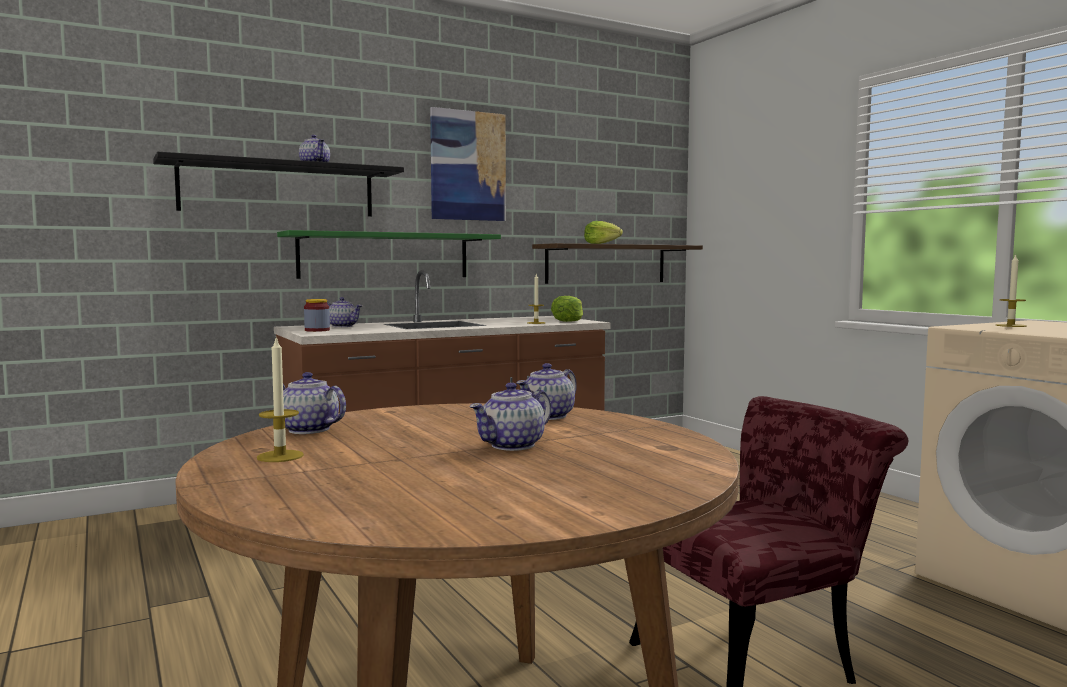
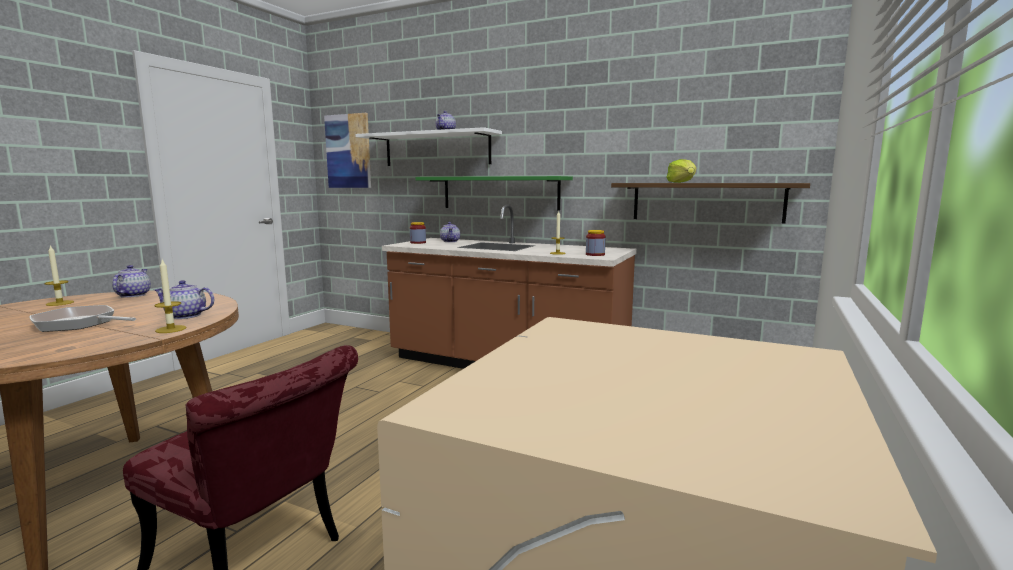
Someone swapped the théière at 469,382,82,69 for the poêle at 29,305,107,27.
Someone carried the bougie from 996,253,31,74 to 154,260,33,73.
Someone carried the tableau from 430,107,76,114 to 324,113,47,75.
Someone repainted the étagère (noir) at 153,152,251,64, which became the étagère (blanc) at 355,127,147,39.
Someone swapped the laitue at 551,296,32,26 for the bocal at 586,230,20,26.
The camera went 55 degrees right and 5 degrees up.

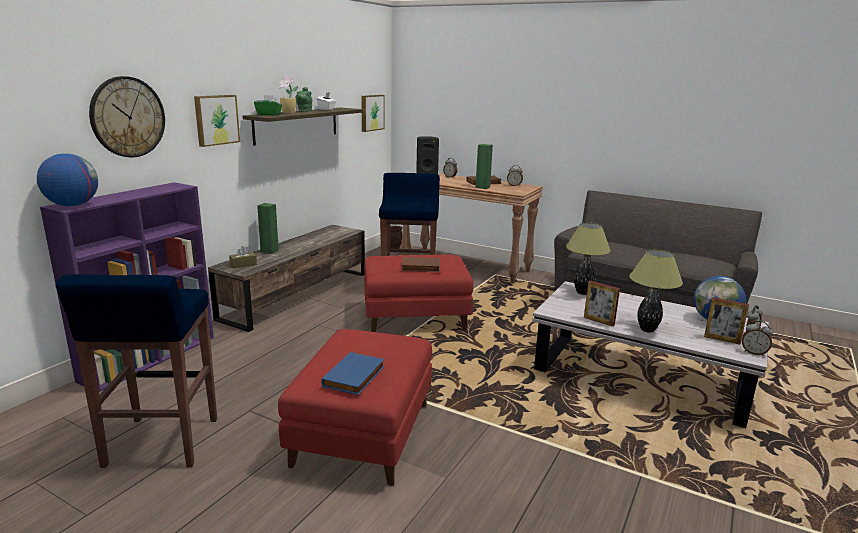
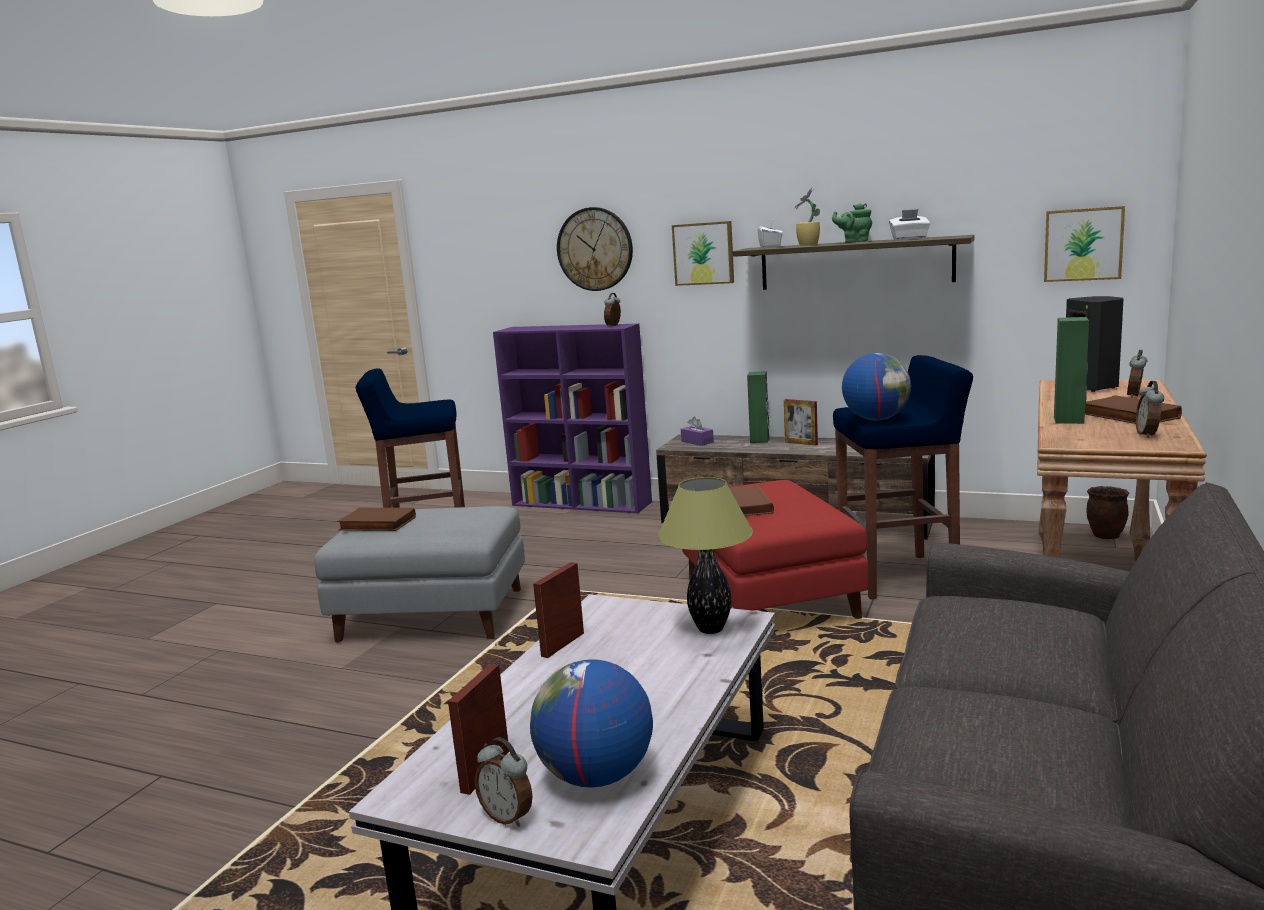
Someone repainted the pouf (rouge) at 278,329,154,157, which became the pouf (gris) at 314,506,211,137.
Someone repainted the livre (bleu) at 321,352,63,43, which became the livre (marron) at 337,508,79,23.
Someone carried the réveil from 742,320,31,36 to 604,293,17,34.
Someone repainted the boîte à mouchoirs (marron) at 229,246,28,22, which became the boîte à mouchoirs (violet) at 681,417,33,29.
Someone repainted the boîte à mouchoirs (vert) at 254,95,28,20, which became the boîte à mouchoirs (blanc) at 757,220,26,28.
Someone put down the cadre photo at 784,399,34,47.
Someone carried the globe from 37,153,61,53 to 842,353,69,67.
Someone took away the lampe de table at 629,249,54,84.
The camera went 85 degrees right and 5 degrees down.

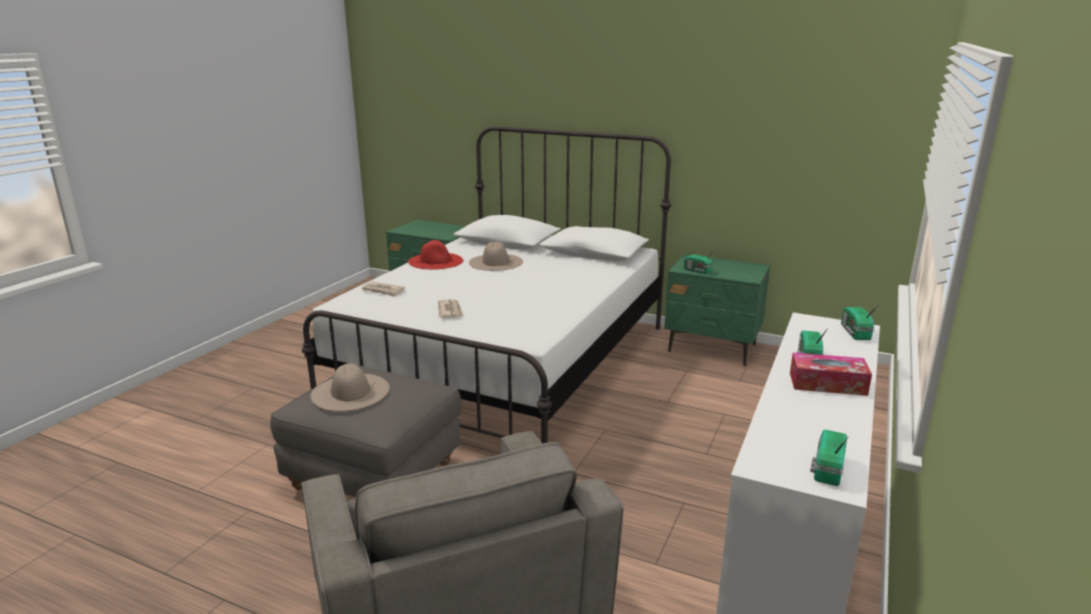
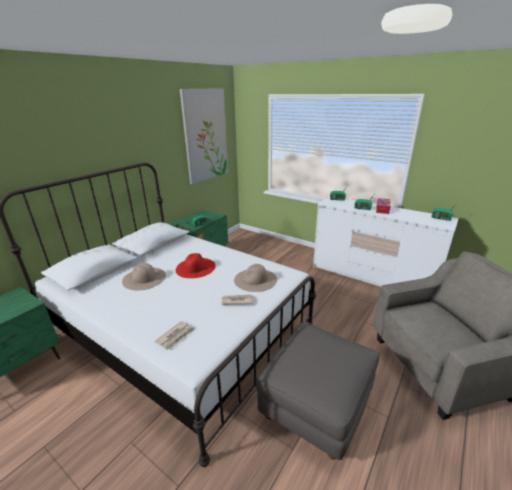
Someone carried the chapeau (rouge) from 408,240,55,30 to 175,253,41,25.
Someone put up the tableau at 180,88,48,96.
Someone carried the chapeau (beige) from 311,363,78,48 to 234,264,43,28.
The camera went 80 degrees left and 5 degrees up.

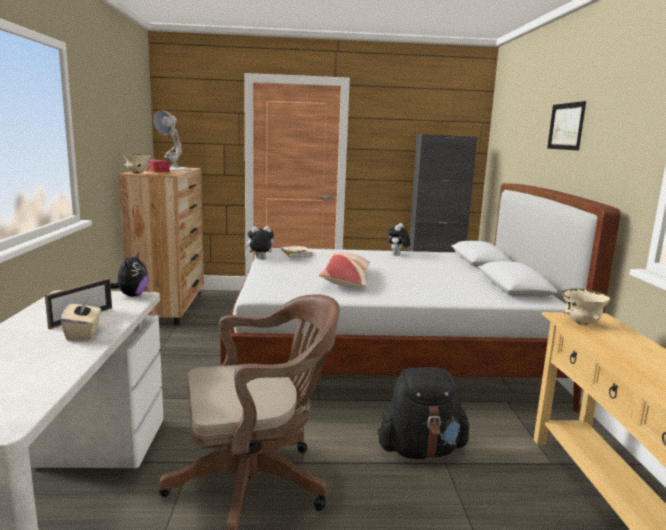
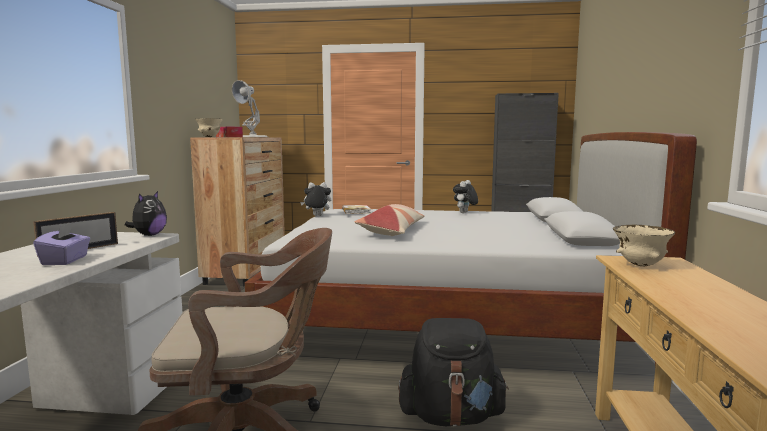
Someone repainted the boîte à mouchoirs (beige) at 61,298,40,42, which became the boîte à mouchoirs (violet) at 33,222,57,43.
Someone took away the tableau at 547,101,39,49.
The camera went 10 degrees right and 5 degrees down.

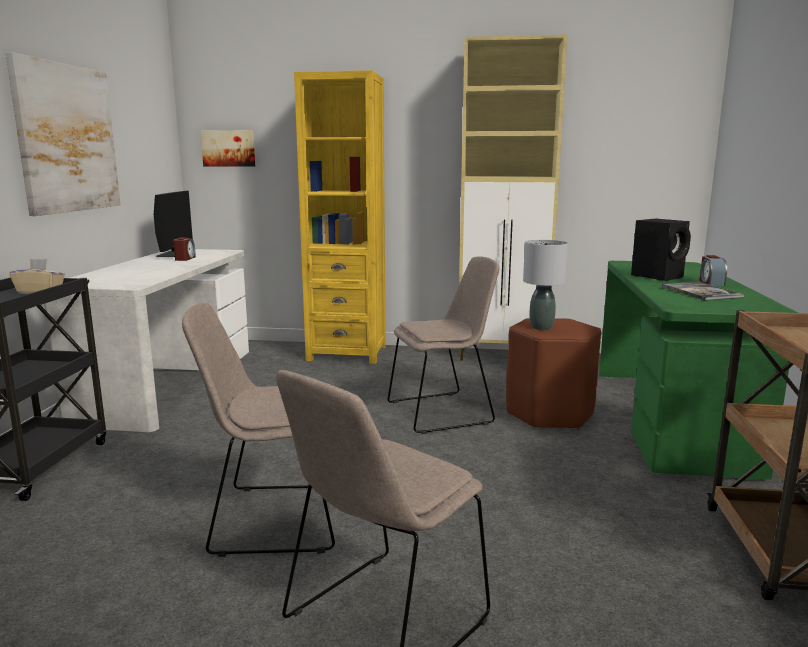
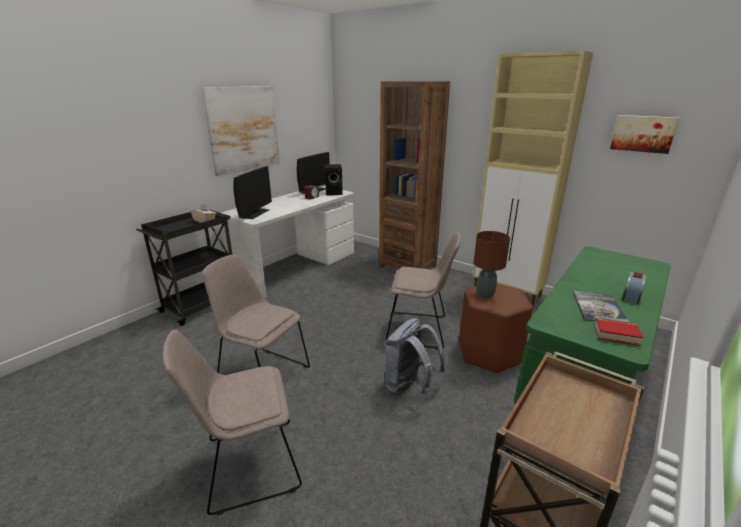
Someone put down the écran d'ordinateur at 234,166,38,53.
Someone carried the enceinte (noir) from 631,218,60,63 to 325,164,18,31.
Someone repainted the bibliothèque (jaune) at 294,70,92,294, which became the bibliothèque (marron) at 379,81,71,188.
Someone put down the sac à dos (gris) at 385,318,60,77.
Someone repainted the lampe de table (gris) at 523,240,45,90, which became the lampe de table (marron) at 474,231,36,68.
Someone put down the livre at 594,318,50,28.
Someone carried the tableau from 201,130,54,37 to 610,115,69,39.
The camera went 30 degrees right and 10 degrees up.

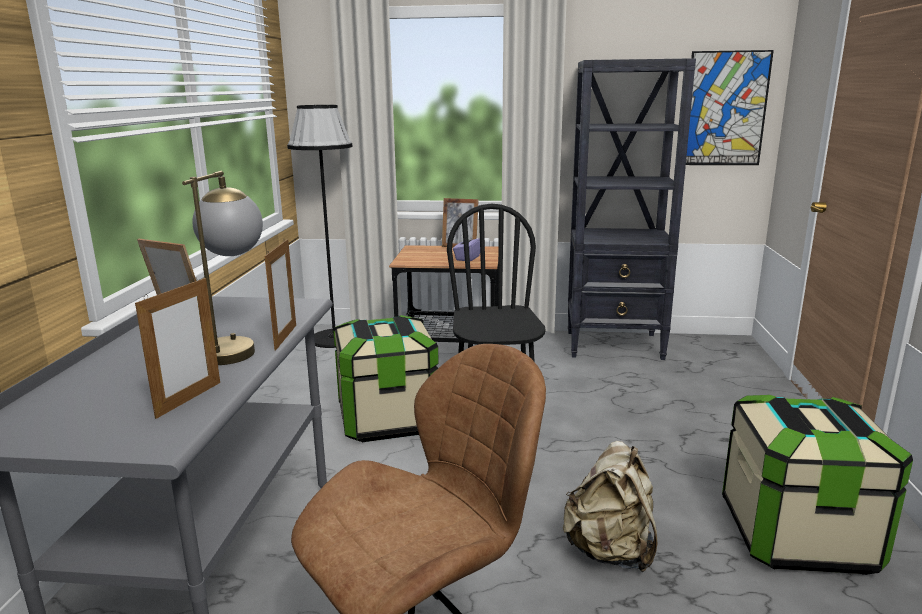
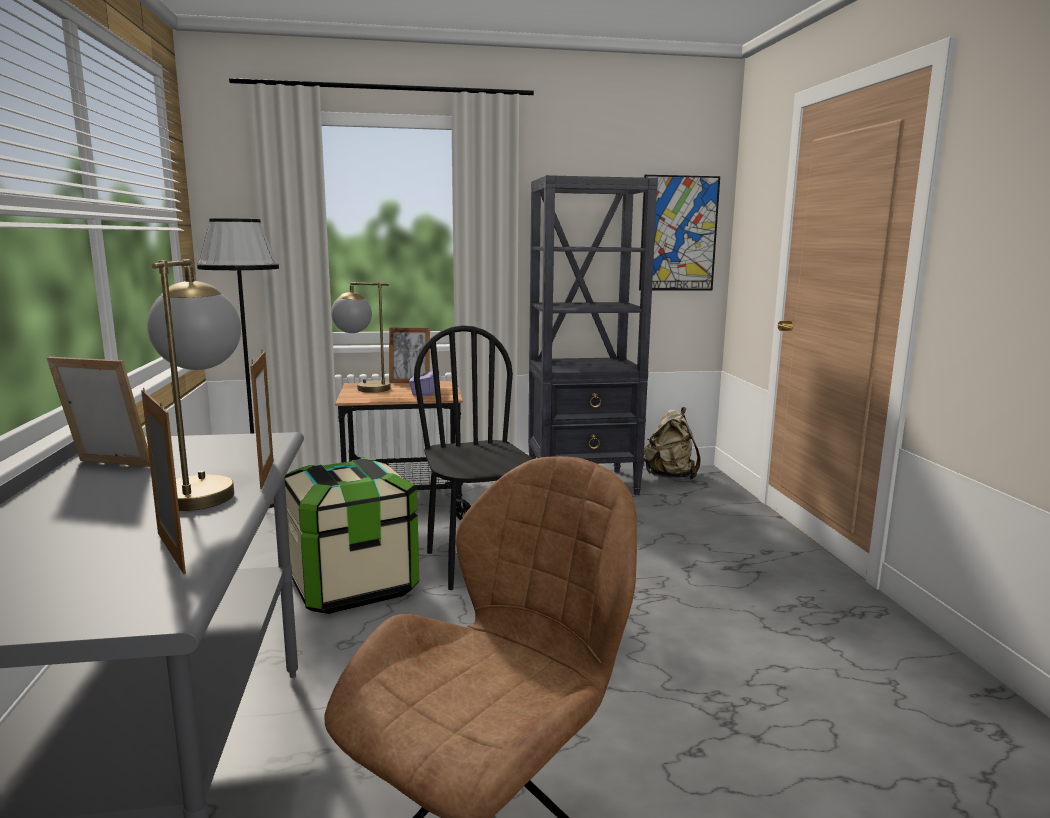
Someone rotated the cadre photo at 135,277,85,142 by 45 degrees counterclockwise.
Someone put down the lampe de table at 331,282,60,111.
Someone carried the sac à dos (beige) from 562,441,95,131 to 643,407,58,73.
Someone took away the boîte de rangement at 722,395,191,180.
The camera went 15 degrees left and 5 degrees down.

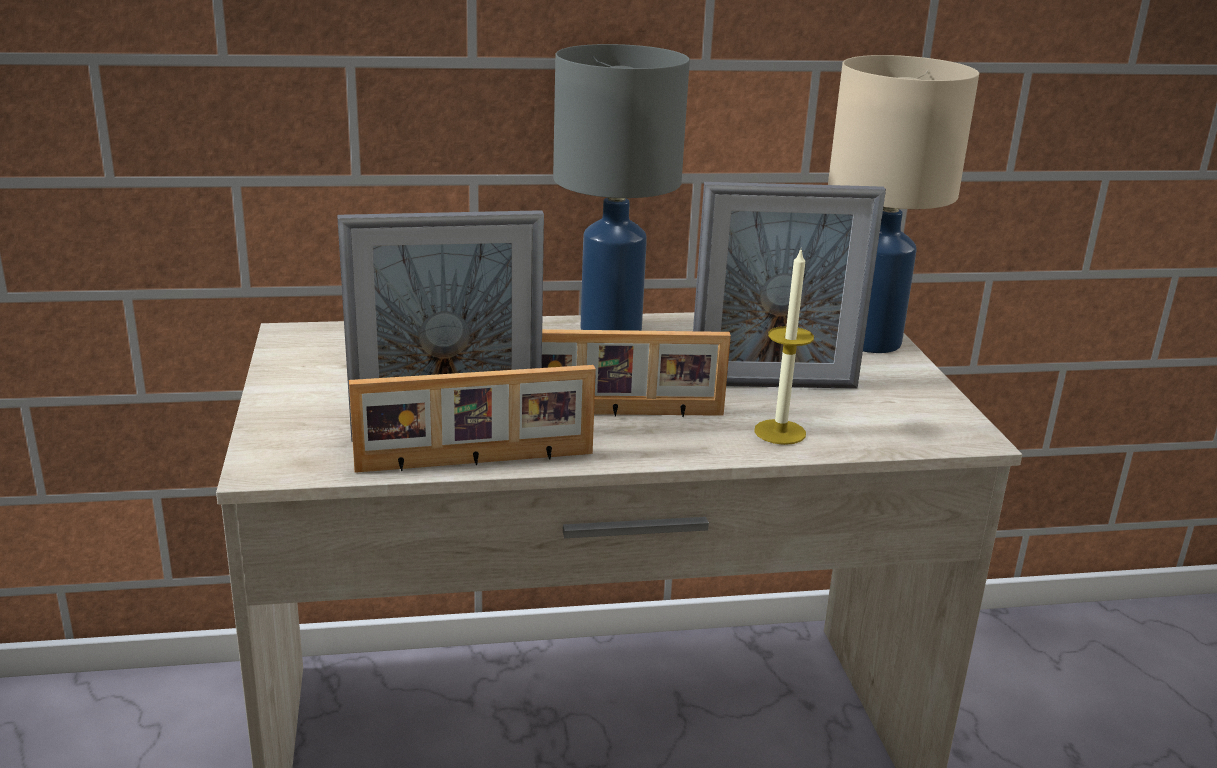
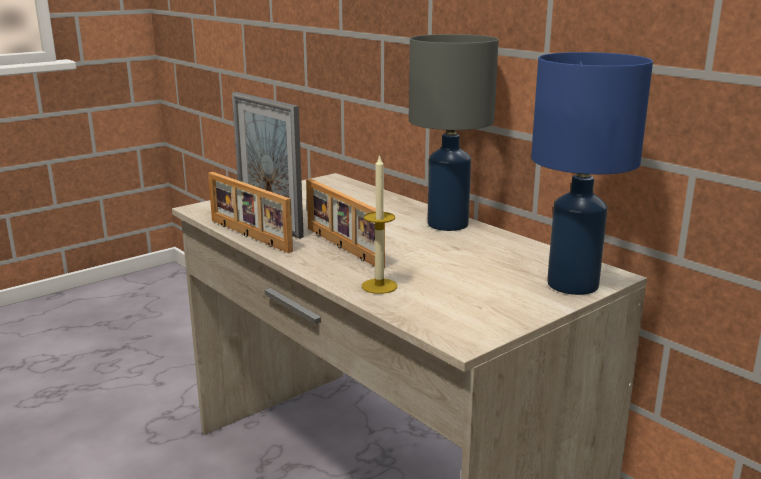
Someone repainted the lampe de table (beige) at 828,55,151,298, which became the lampe de table (bleu) at 531,52,122,243.
Someone took away the cadre photo at 693,182,193,207.
The camera went 60 degrees right and 5 degrees down.

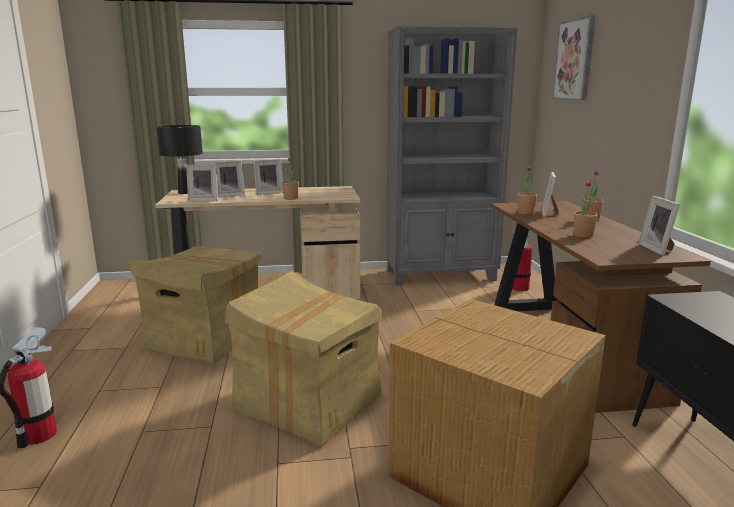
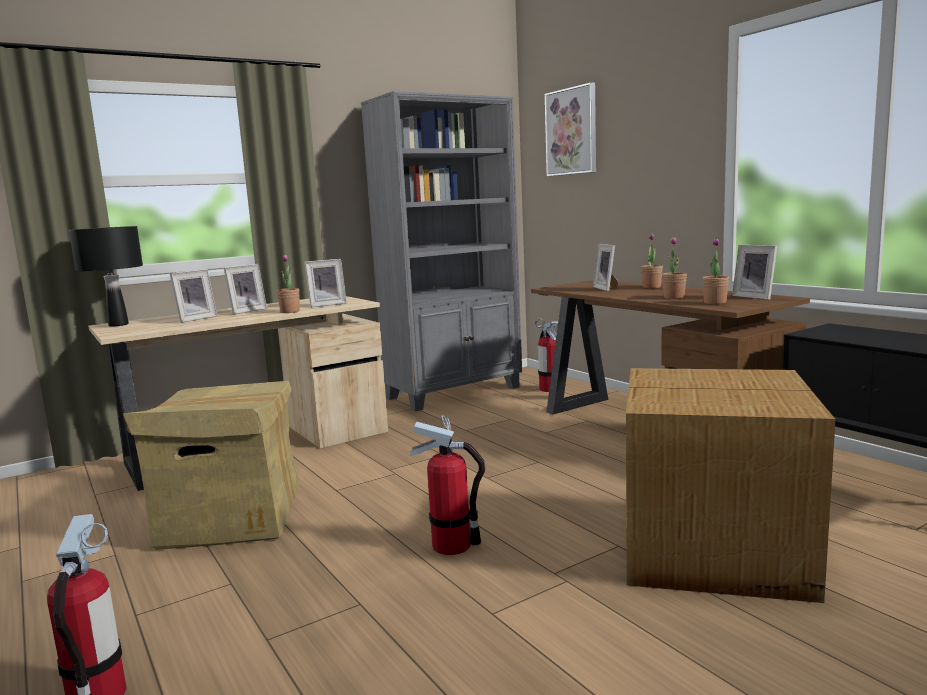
Someone carried the cadre photo from 186,165,32,36 to 304,259,43,48.
Someone swapped the carton at 225,271,158,175 for the extincteur at 410,415,75,140.
Someone carried the plante en pot from 517,166,20,48 to 702,238,27,66.
The camera went 25 degrees left and 5 degrees down.

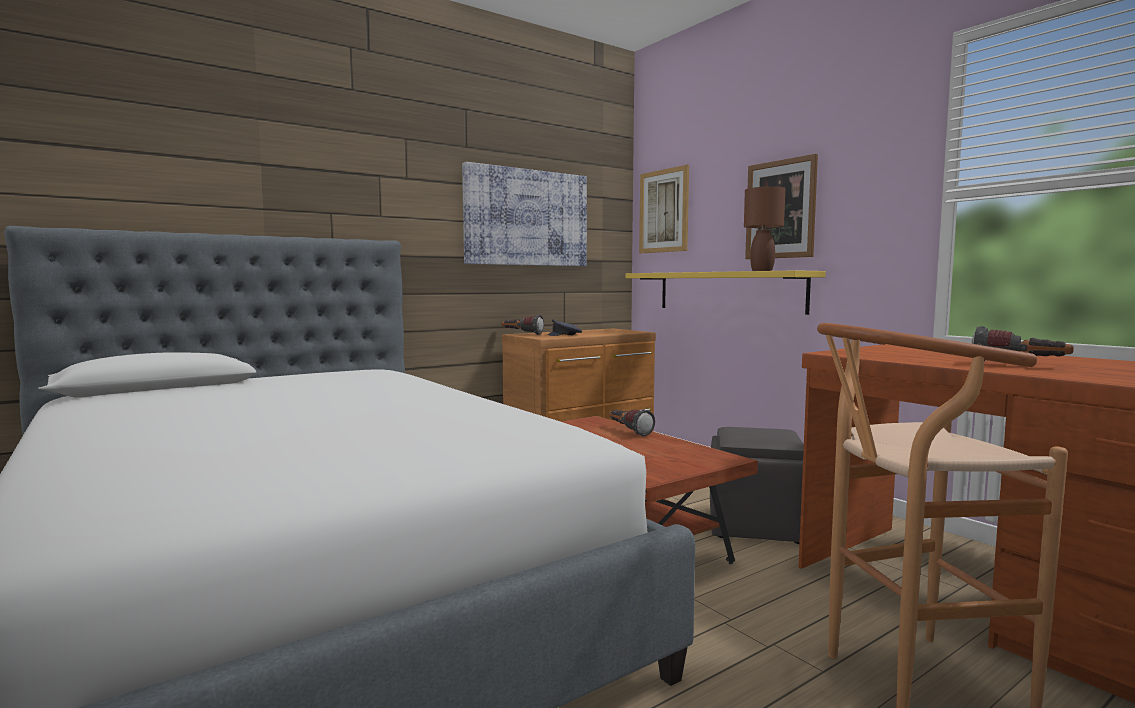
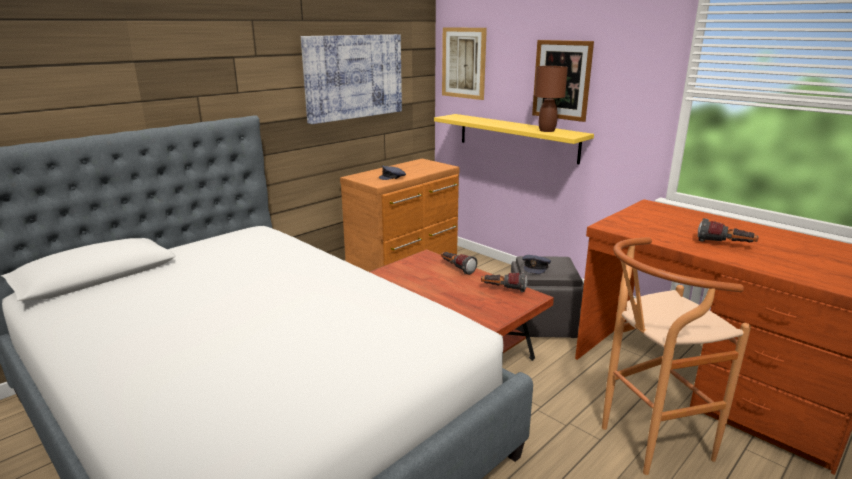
Someone carried the lampe de poche from 502,315,42,20 to 481,272,46,20.
Someone put down the casquette (gris) at 522,255,29,19.
The camera went 10 degrees left and 15 degrees up.

